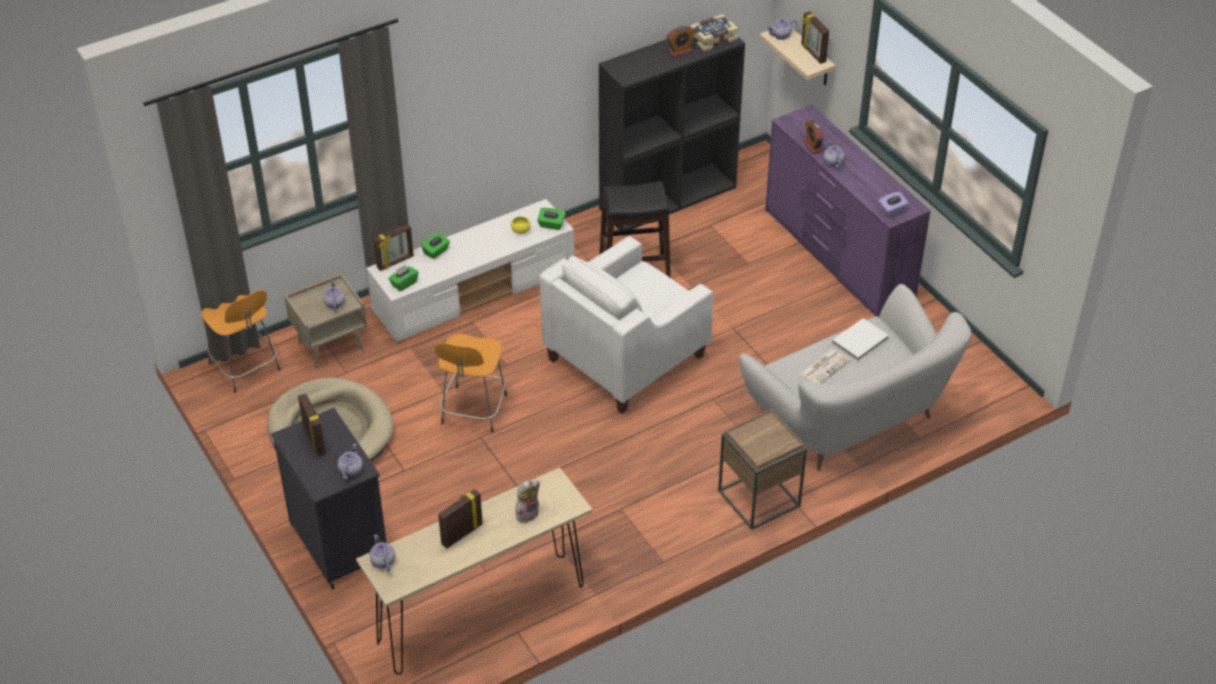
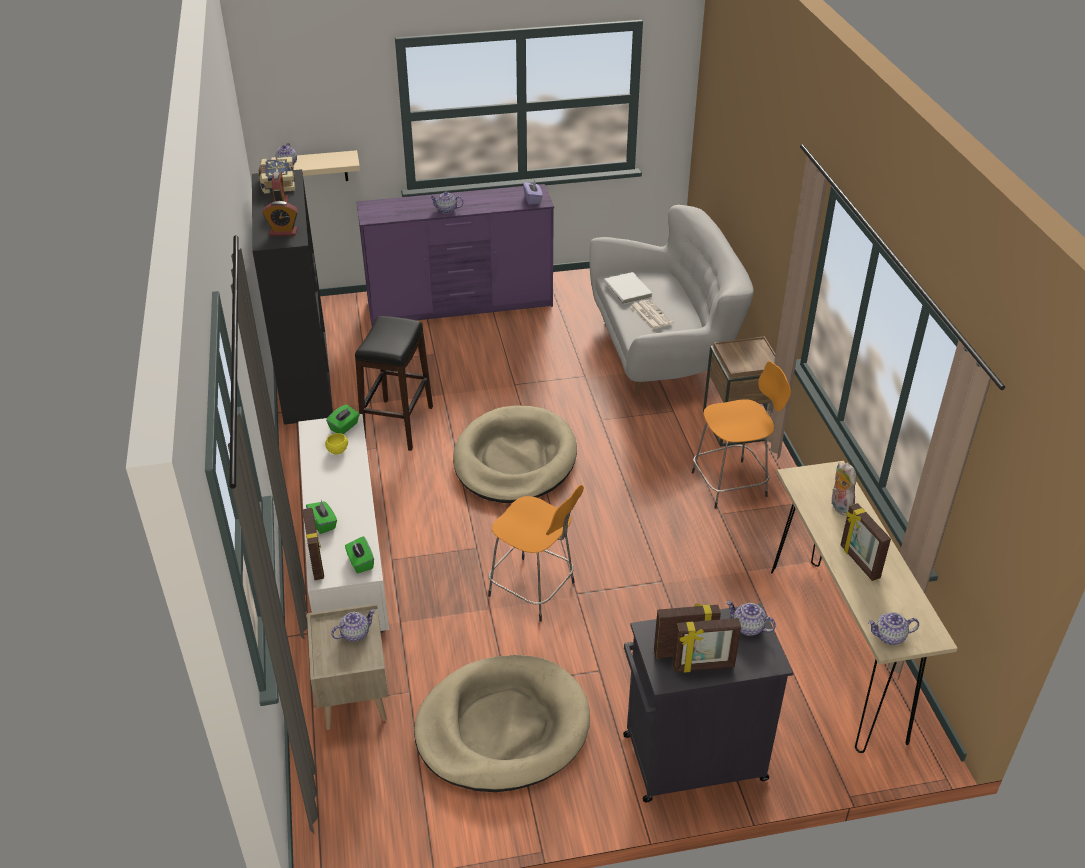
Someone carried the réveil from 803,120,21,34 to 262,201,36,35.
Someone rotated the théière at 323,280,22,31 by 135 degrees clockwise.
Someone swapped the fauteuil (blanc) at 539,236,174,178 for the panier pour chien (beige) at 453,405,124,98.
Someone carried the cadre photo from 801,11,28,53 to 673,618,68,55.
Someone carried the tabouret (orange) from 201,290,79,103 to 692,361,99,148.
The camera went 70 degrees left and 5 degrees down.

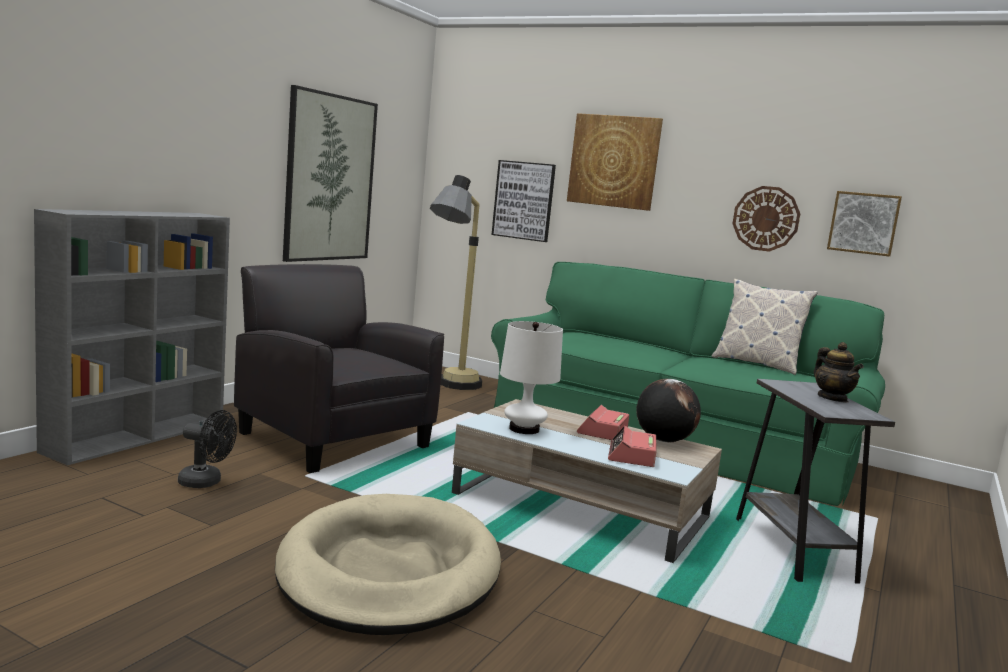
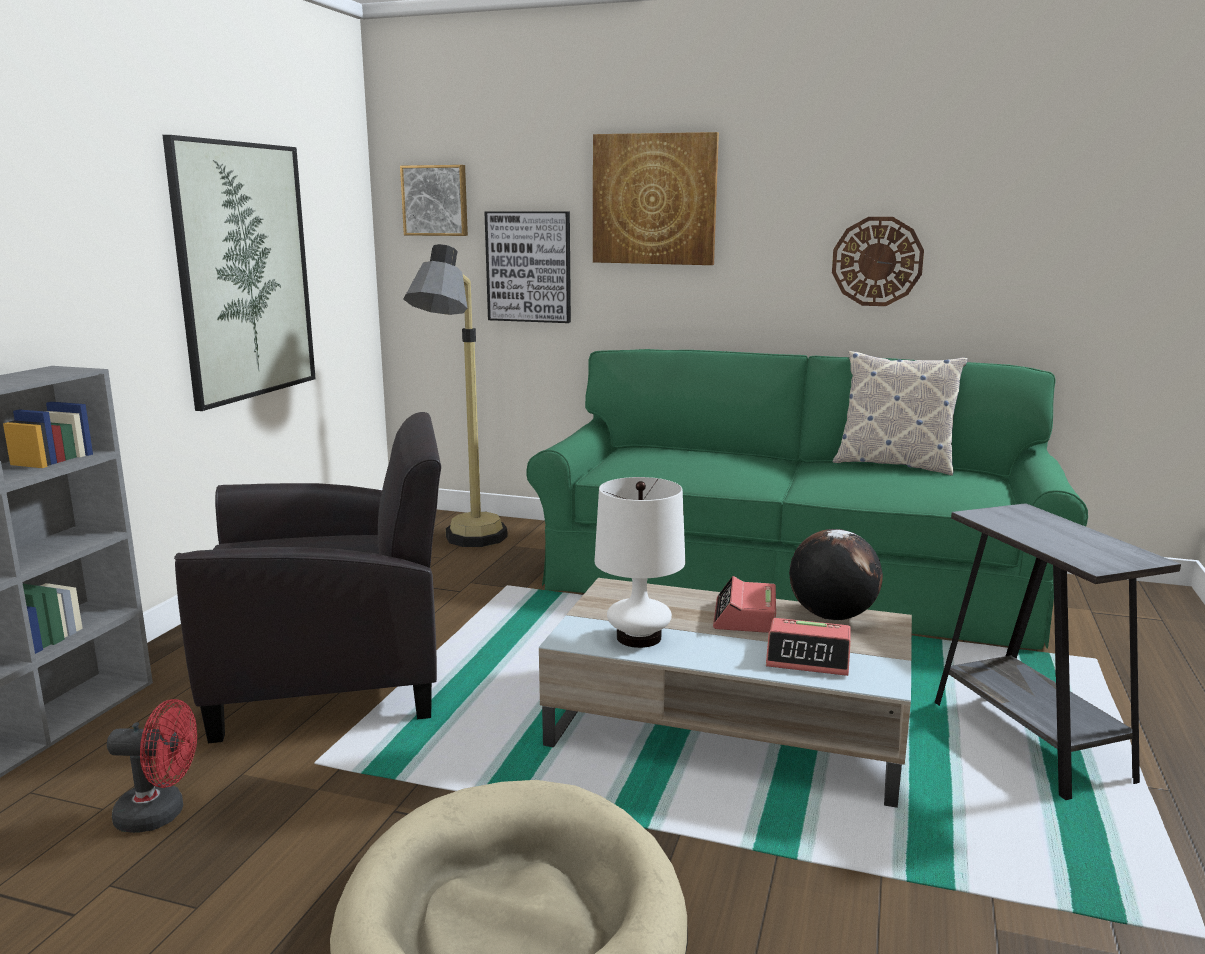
Someone repainted the ventilateur (noir) at 178,410,59,78, which became the ventilateur (rouge) at 107,699,90,134.
Someone rotated the fauteuil (noir) at 234,264,211,209 by 135 degrees clockwise.
Someone carried the tableau from 827,191,75,66 to 400,165,68,71.
Someone rotated the réveil at 608,426,48,41 by 75 degrees counterclockwise.
Someone took away the théière at 814,342,50,61.
The camera went 10 degrees left and 5 degrees up.

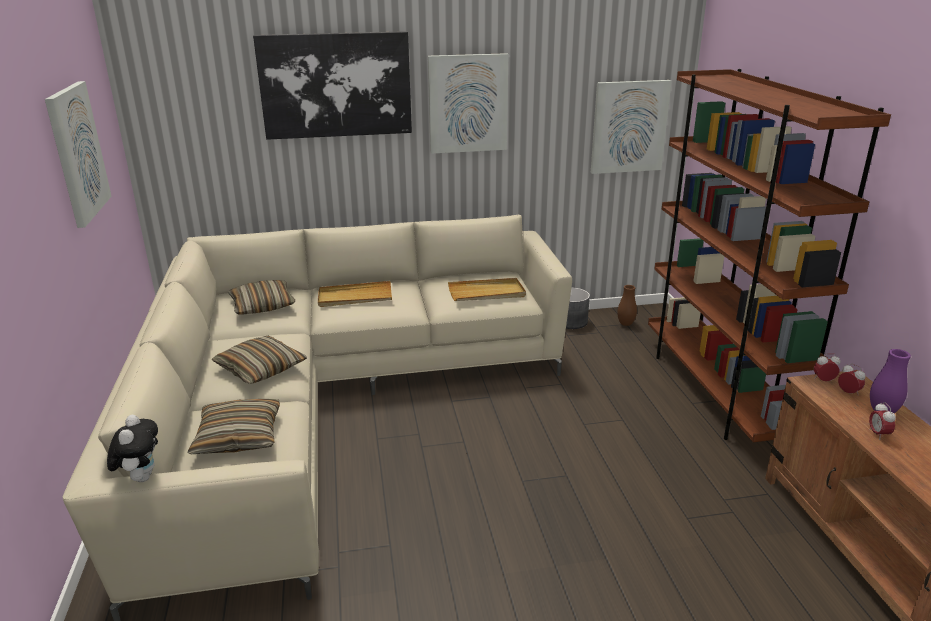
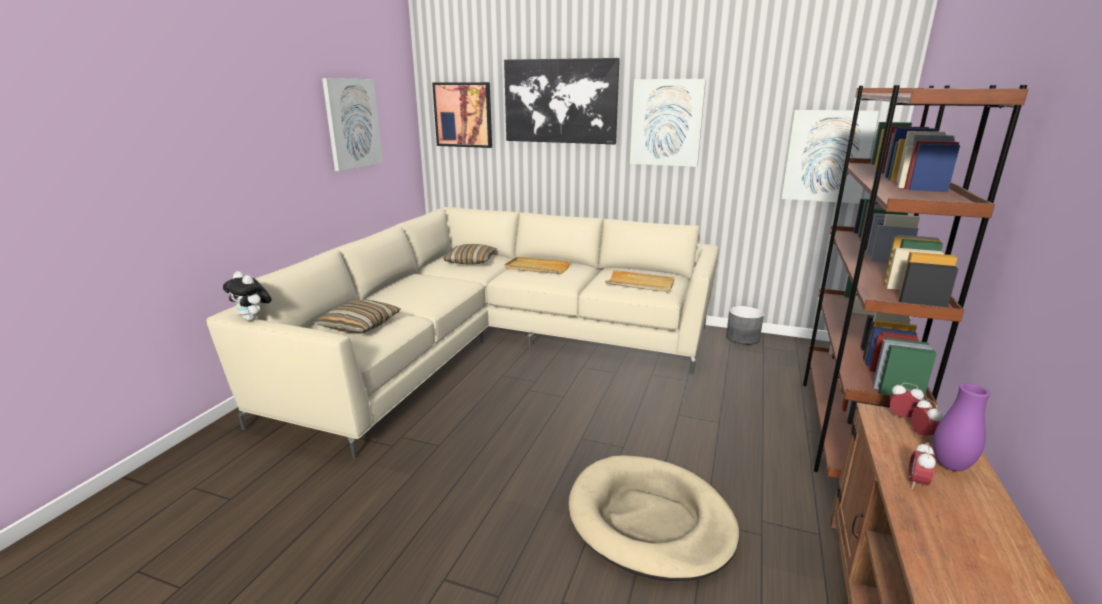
Someone rotated the peluche at 107,415,51,67 by 105 degrees clockwise.
Someone put up the tableau at 432,82,60,66.
Someone put down the panier pour chien (beige) at 569,455,171,126.
Someone took away the coussin at 212,336,95,48.
Someone took away the vase (marron) at 617,285,20,41.
The camera went 30 degrees right and 5 degrees down.

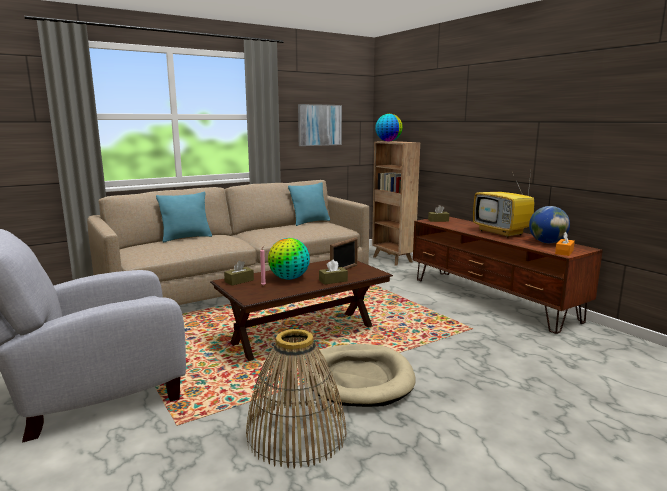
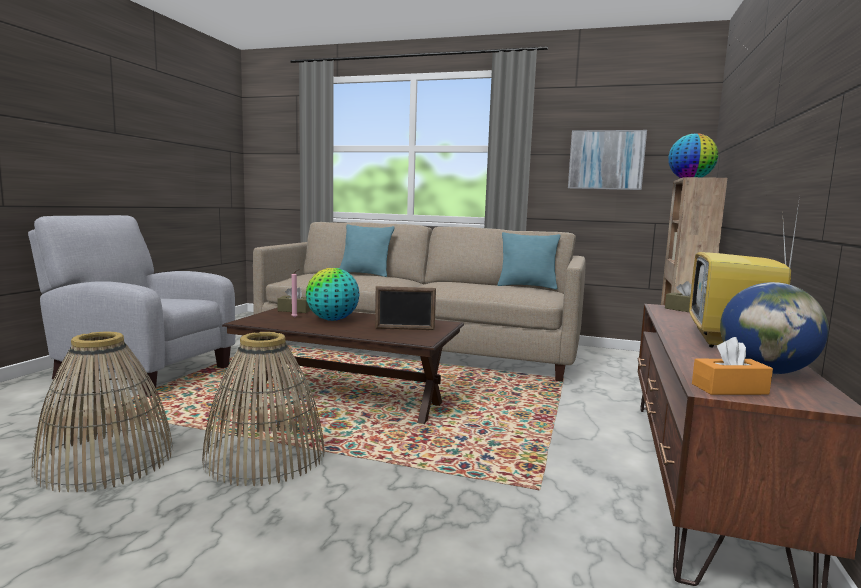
Someone swapped the panier pour chien (beige) at 307,344,109,63 for the panier at 202,332,123,154.
Someone took away the boîte à mouchoirs (marron) at 319,260,29,25.
The camera went 50 degrees right and 5 degrees down.

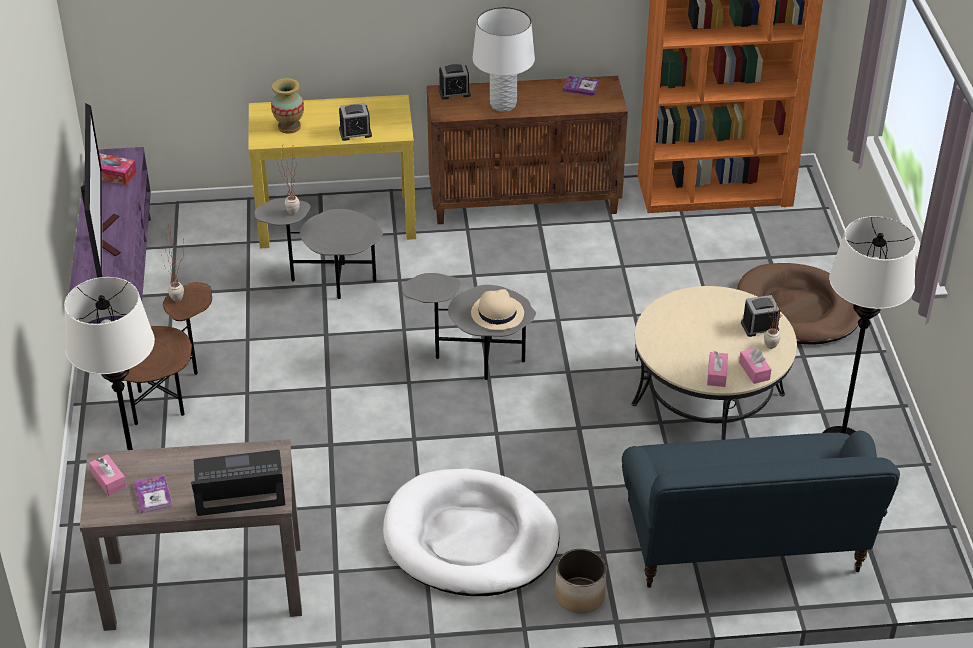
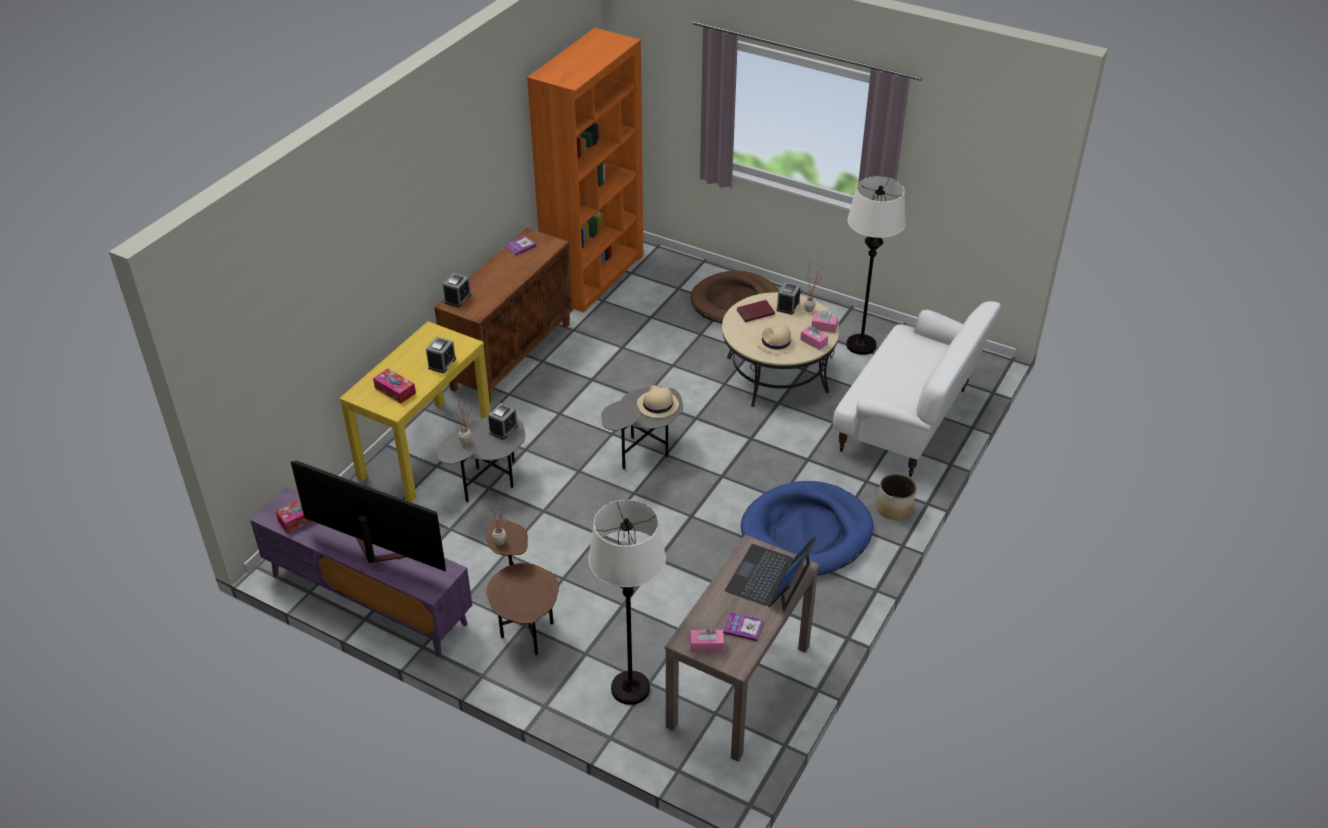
Someone swapped the vase at 271,78,33,56 for the boîte à mouchoirs at 373,369,43,35.
Someone put down the réveil at 488,403,30,37.
Someone put down the livre (rouge) at 737,300,38,22.
Someone repainted the panier pour chien (blanc) at 383,469,177,127, which became the panier pour chien (bleu) at 741,481,133,95.
Someone put down the chapeau (beige) at 756,322,40,32.
Someone repainted the canapé (bleu) at 622,430,278,158, which became the canapé (blanc) at 833,301,168,176.
Someone took away the lampe de table (blanc) at 472,7,63,105.
The camera went 55 degrees left and 0 degrees up.

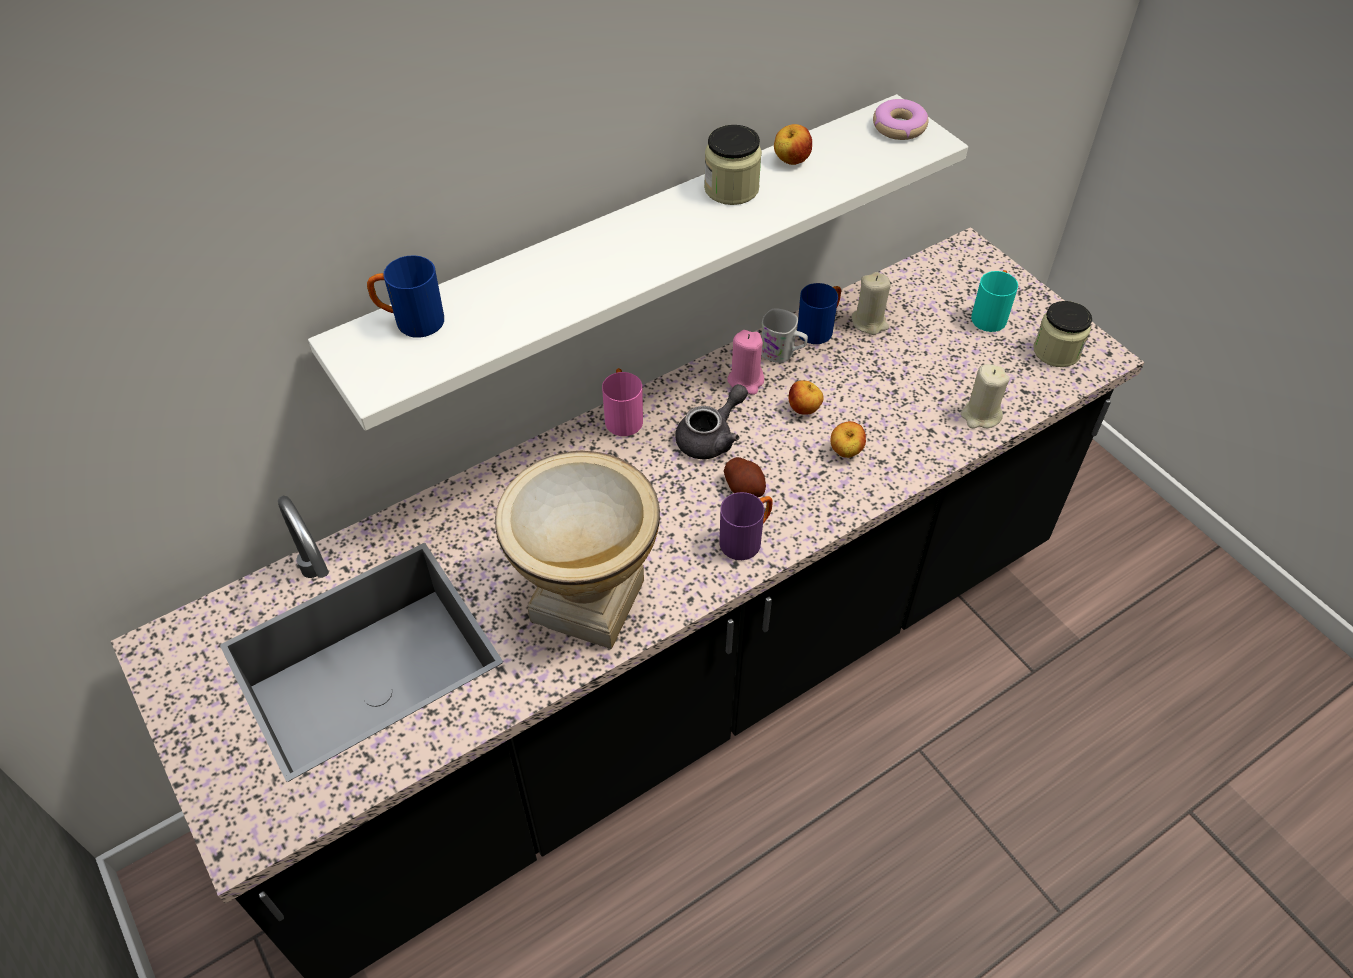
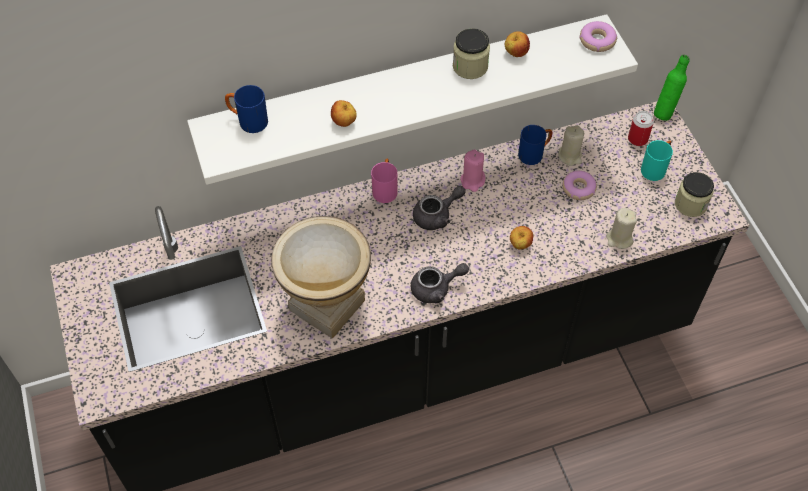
Someone carried the pomme from 789,380,35,35 to 331,100,26,27.
Someone swapped the mug (violet) at 719,492,54,68 for the théière (gris) at 411,263,58,40.
Someone put down the beignet at 563,171,34,29.
Someone put down the boîte métallique at 628,111,26,35.
Someone put down the bouteille (vert) at 654,54,36,67.
Someone took away the pomme de terre at 724,457,42,40.
Someone took away the mug (blanc) at 761,308,47,55.
The camera went 15 degrees right and 5 degrees up.

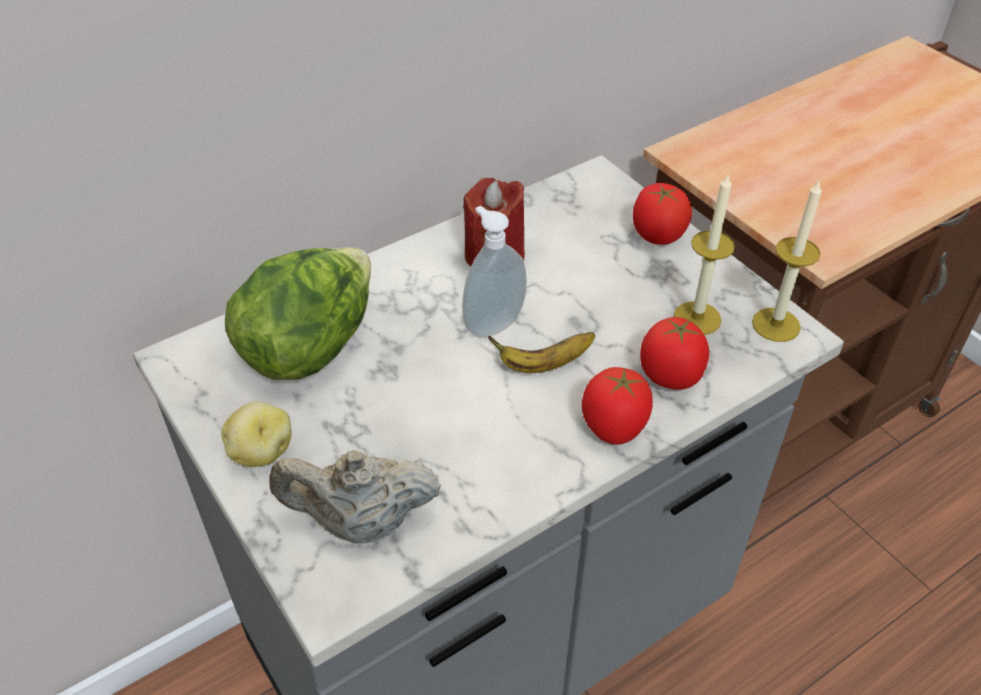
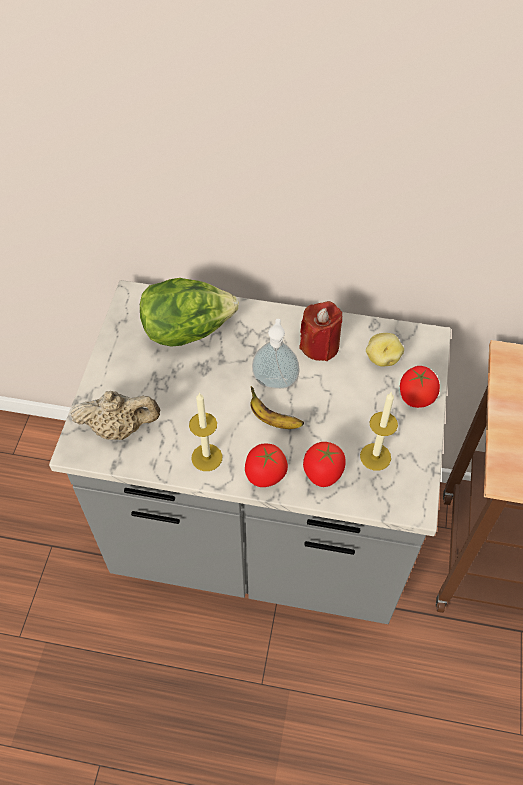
Someone rotated the théière (beige) at 270,450,171,93 by 135 degrees clockwise.
Someone carried the bougie from 752,179,70,163 to 189,392,33,79.
Someone carried the pomme de terre from 221,401,71,66 to 366,333,38,34.
The camera went 45 degrees right and 10 degrees up.

